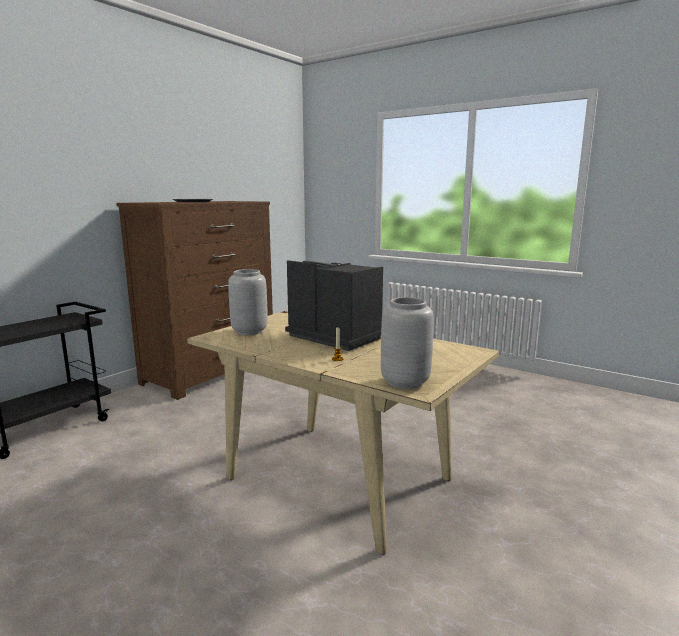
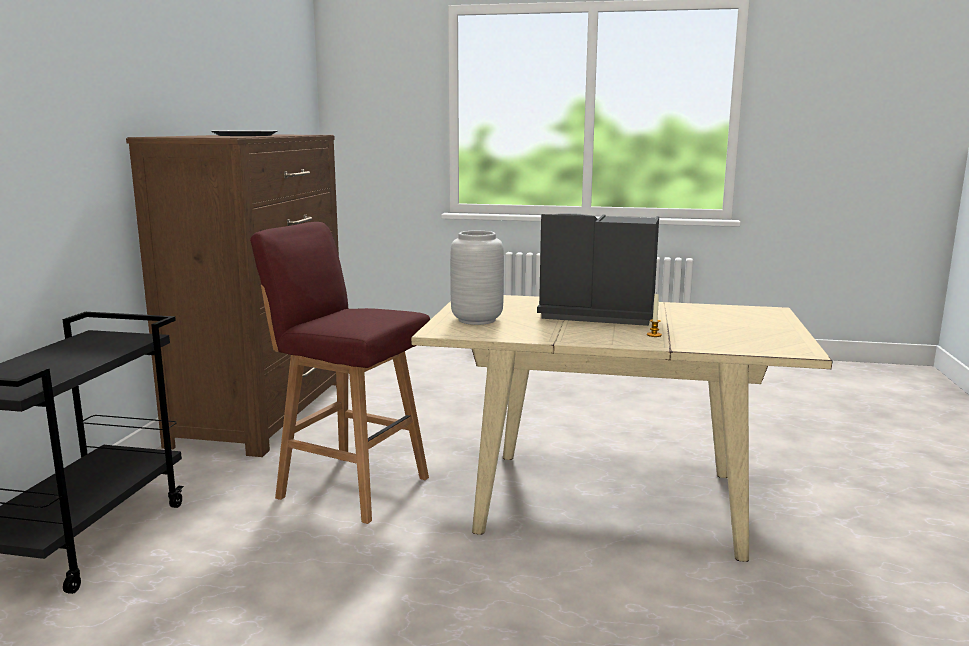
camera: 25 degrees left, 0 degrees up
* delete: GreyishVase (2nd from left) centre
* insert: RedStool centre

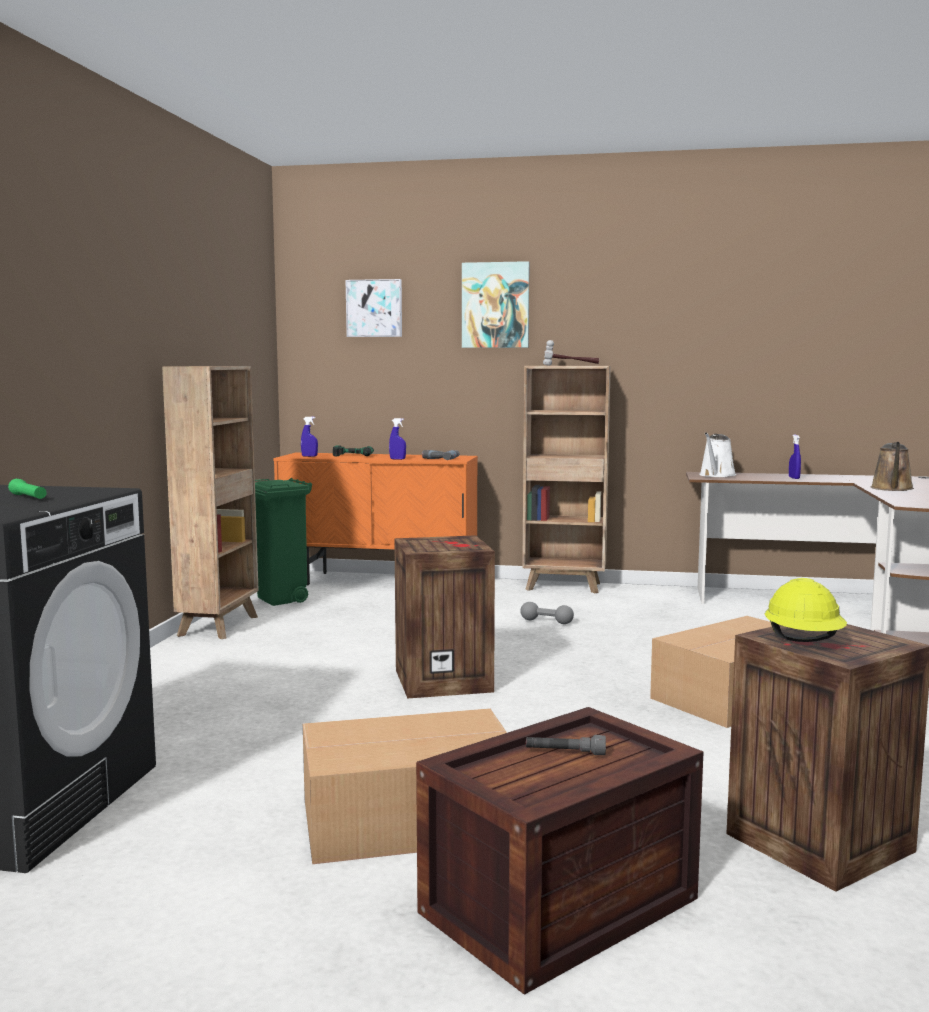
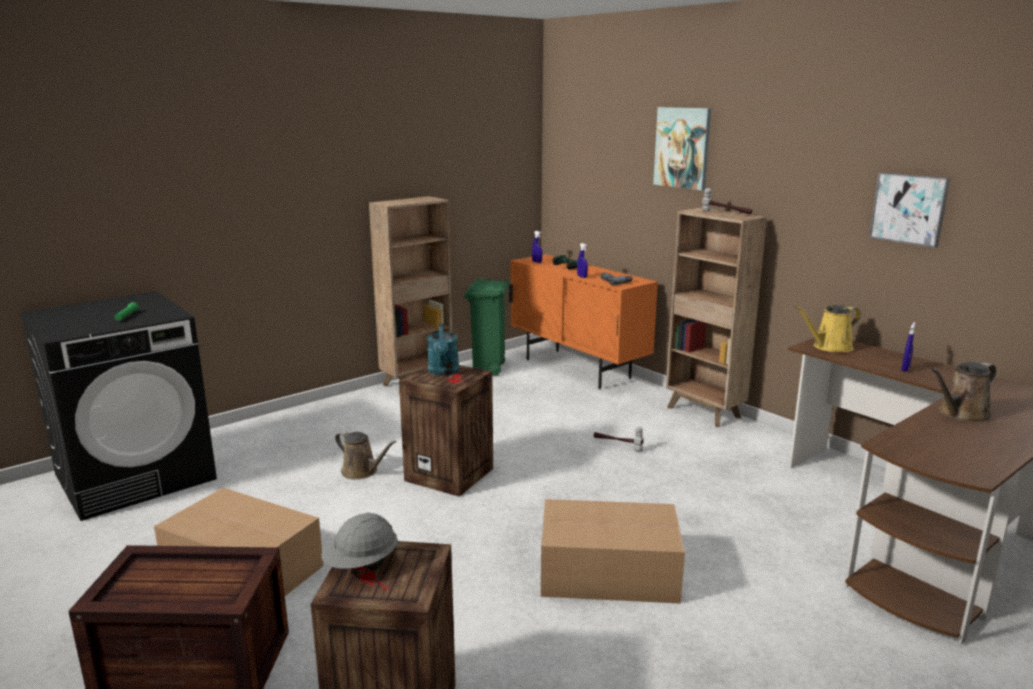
camera: 40 degrees right, 10 degrees up
* move: WallPicture (1st from left in the first image) top centre to WallPicture (2nd from left) top right
* replace: GreyishFreeWeight centre to HandHammer (1st from left) centre
* delete: GreyishHandTorch bottom centre
* recolor: WhitishSprinklingCan middle right to YellowColouredSprinklingCan middle right
* recolor: YellowColouredSafetyHelmet middle right to GreyishSafetyHelmet bottom centre
* insert: BrownColouredSprinklingCan (1st from left) centre
* insert: BlueGreenSprinklingCan centre

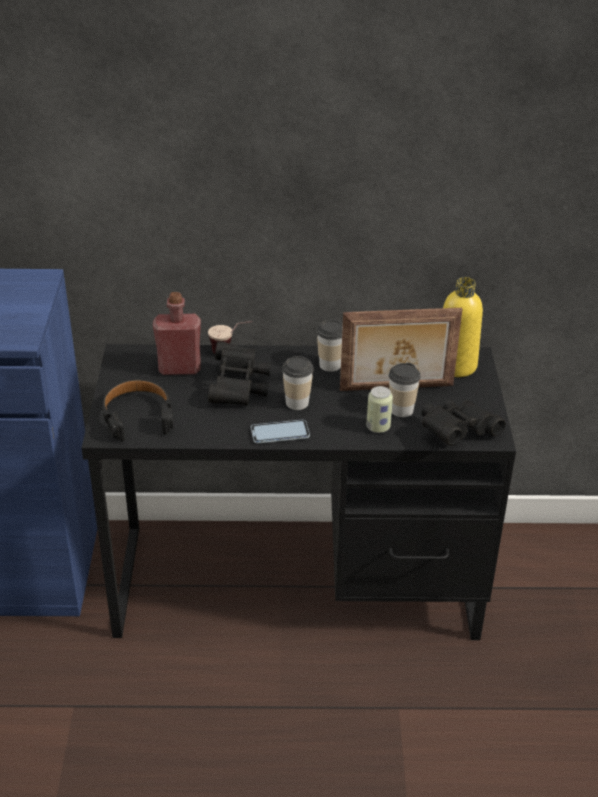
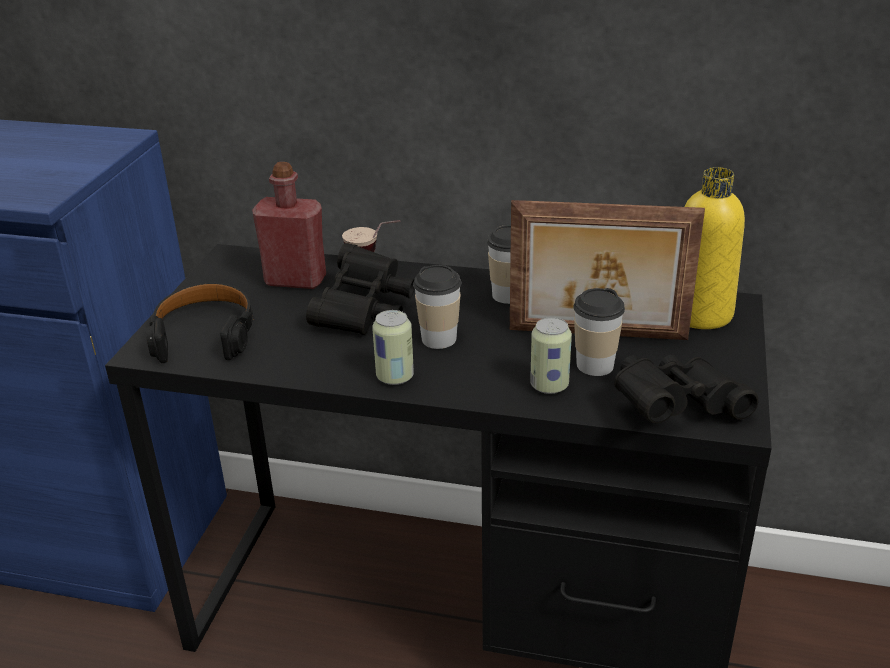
camera: 15 degrees right, 5 degrees down
* replace: Telephone centre to SealedCan (1st from left) centre

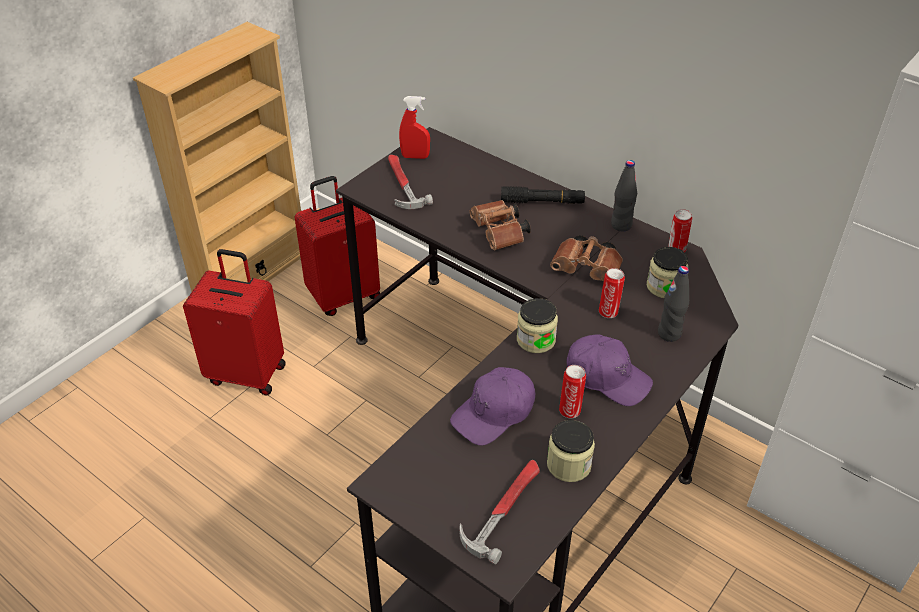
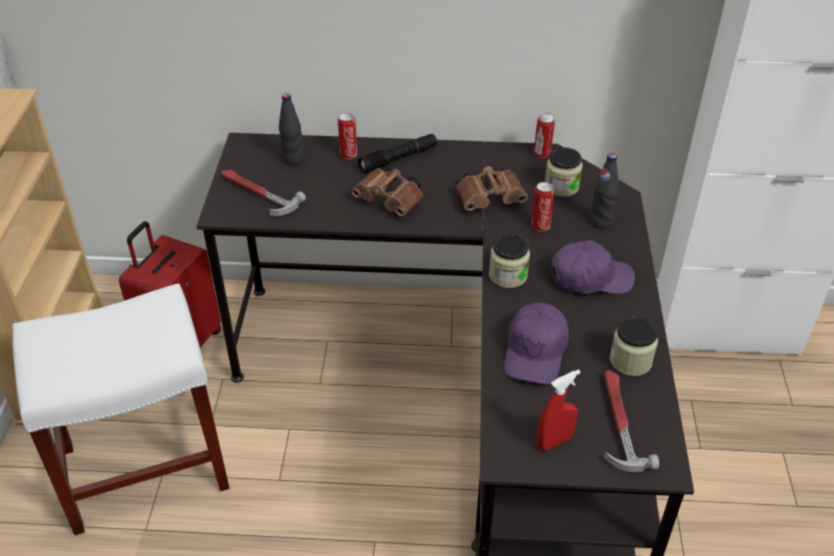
camera: 35 degrees left, 0 degrees up
* replace: RedTravelCase (1st from left) middle left to WhitishStool bottom left
* move: RedSprayBottle top centre to bottom right
* move: SealedCan (1st from left) centre to top centre
* move: BlackBeverageBottle (1st from left) top right to top centre

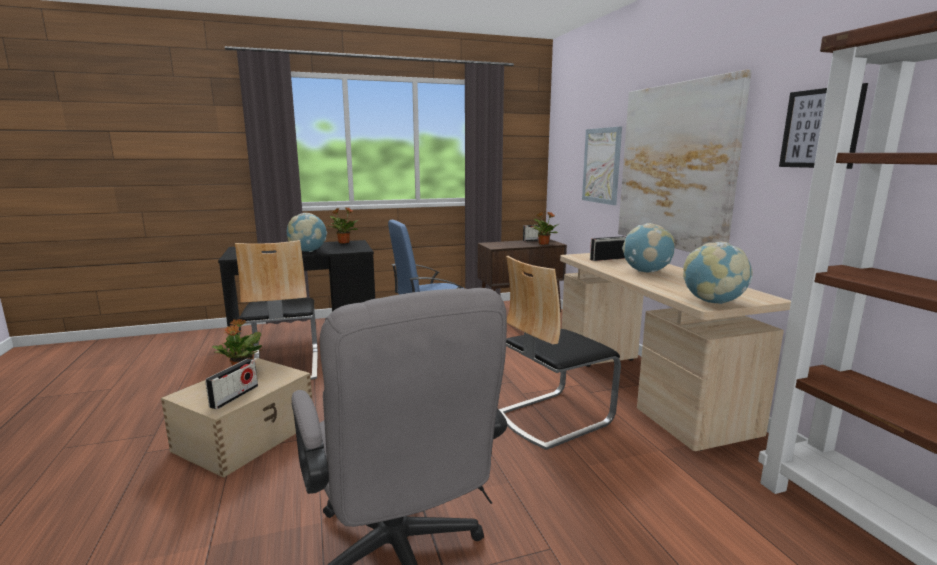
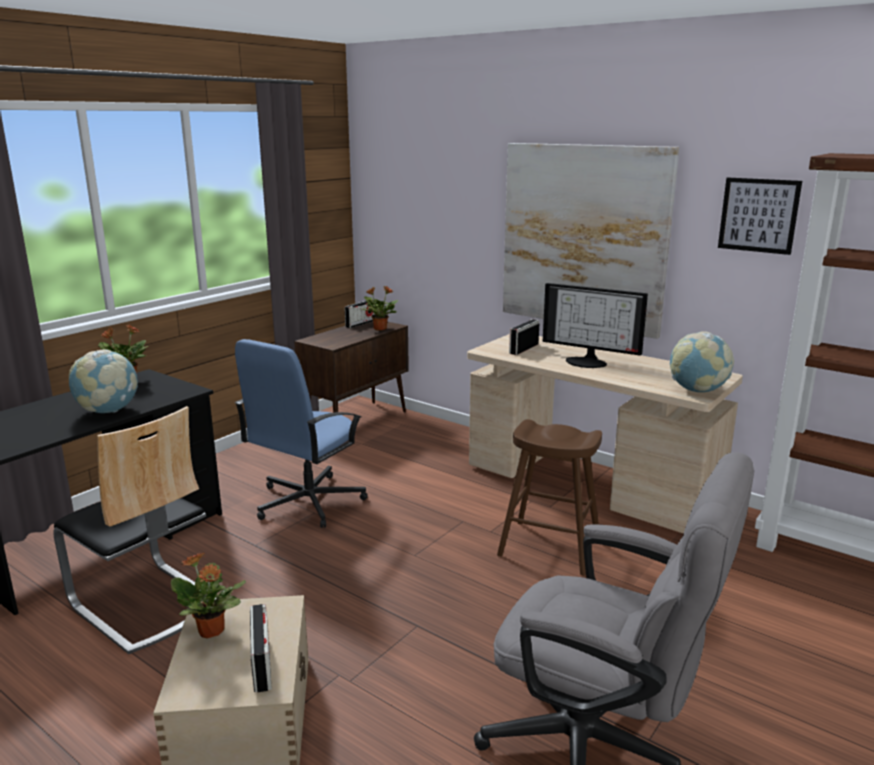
camera: 35 degrees left, 5 degrees up
* replace: UprightChair (2nd from left) centre to BrownColouredStool centre
* delete: WallPicture (1st from left) top centre
* replace: Globe (2nd from left) middle right to ComputerScreen middle right

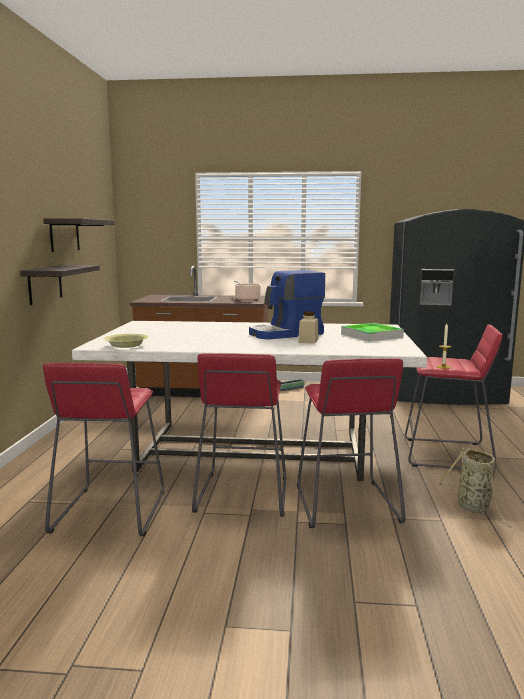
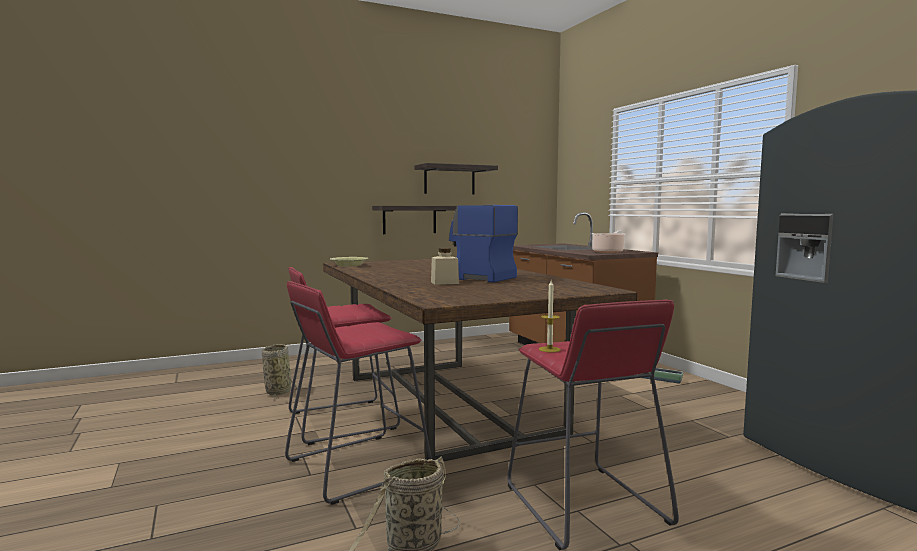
camera: 60 degrees right, 5 degrees down
* replace: RedStool (1st from left) middle left to StorageBasket (1st from left) bottom left
* recolor: WhitishKitchenTable centre to BrownColouredKitchenTable centre
* delete: Tray middle right

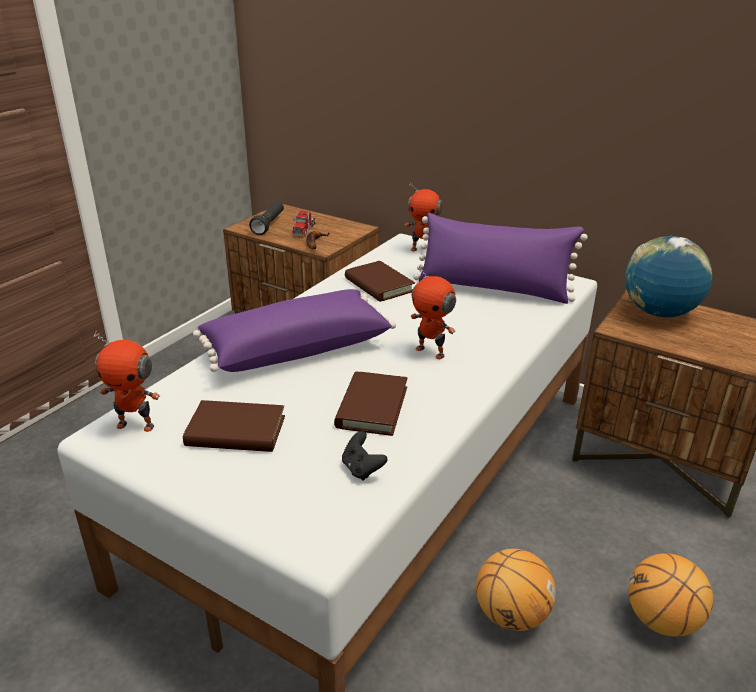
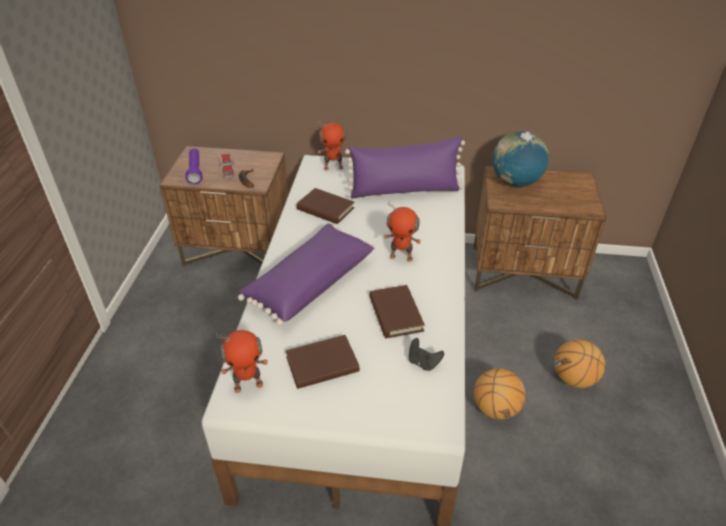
camera: 25 degrees left, 10 degrees up
* recolor: BlackHandTorch top centre to PurpleColouredHandTorch top left

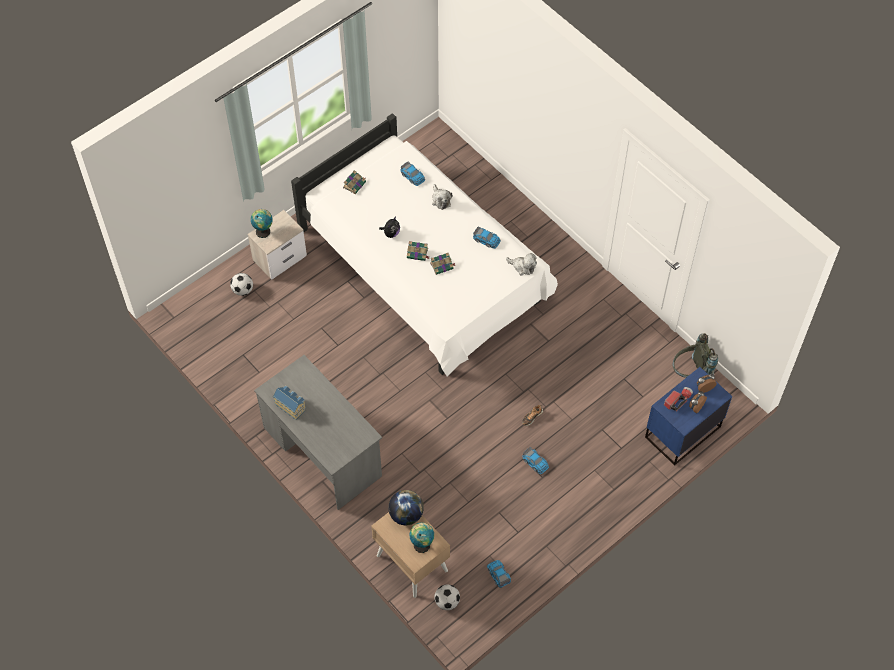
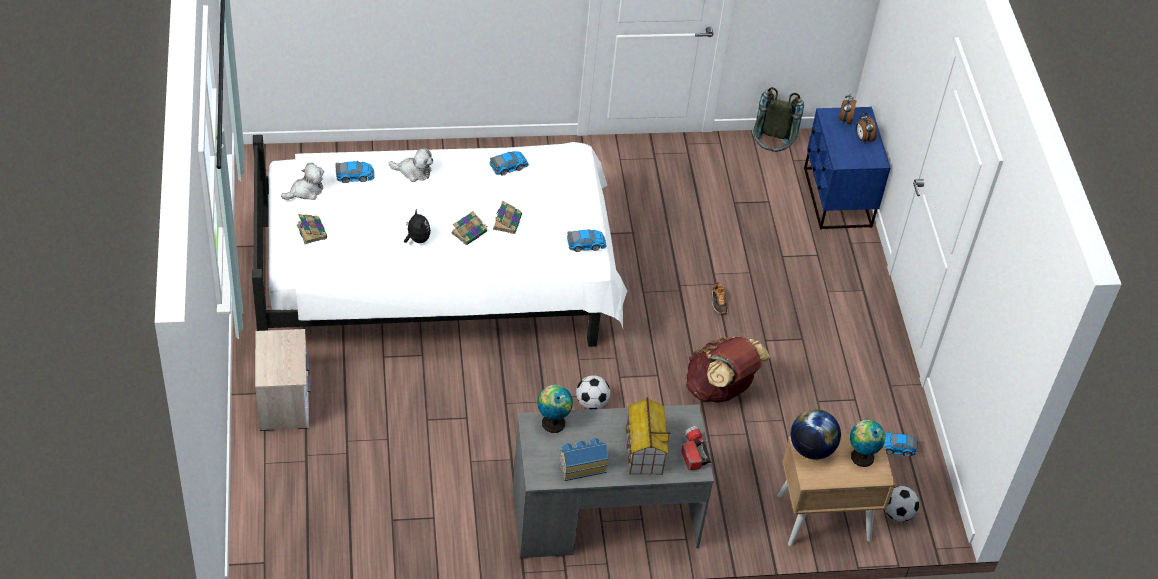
camera: 60 degrees left, 10 degrees down
* move: BallForFootball (1st from left) middle left to bottom centre
* move: Globe (1st from left) top left to bottom centre
* move: PlushToy (3rd from left in the first image) centre to PlushToy (1st from left) top left
* move: MiniatureCar (4th from left in the first image) bottom centre to MiniatureCar (3rd from left) centre
* move: HandTorch middle right to bottom centre
* insert: ModelHouse (2nd from left) bottom centre
* insert: BrownColouredKnapsack centre

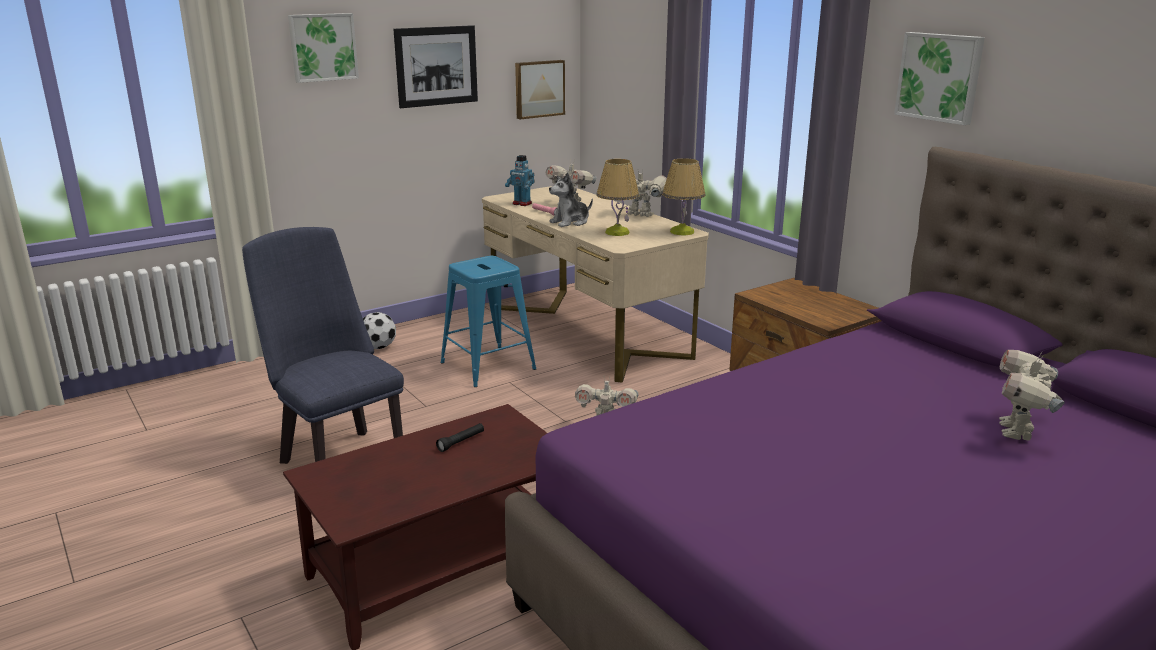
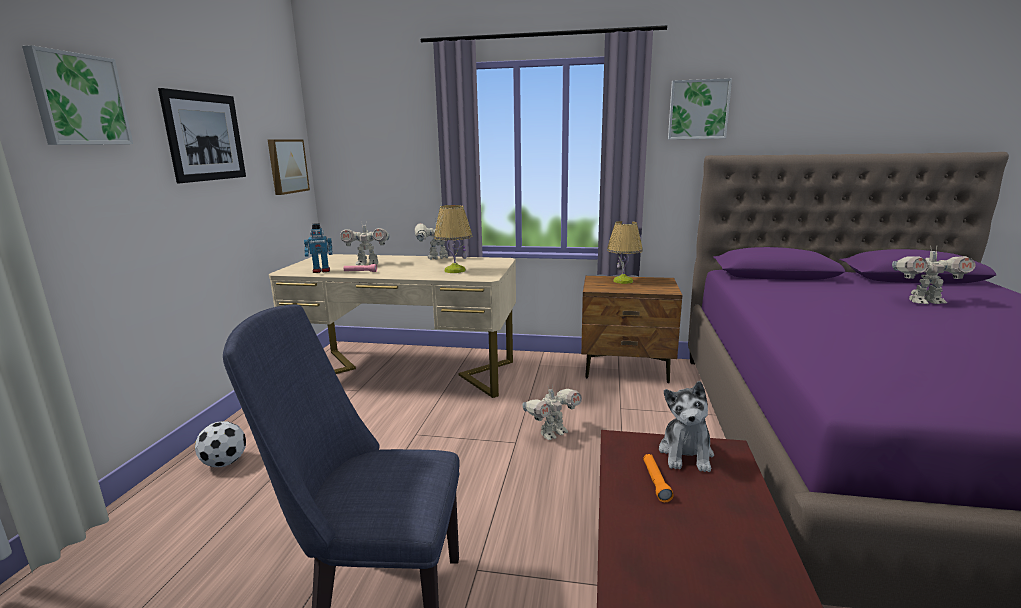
camera: 45 degrees left, 5 degrees down
* recolor: BlackHandTorch bottom centre to OrangeyHandTorch bottom centre
* delete: BlueColouredStool centre
* move: PlushToy top centre to bottom right
* move: TableLamp (2nd from left) top centre to centre
* rotate: RobotFigure (5th from left) middle right = middle right 60 degrees counterclockwise

